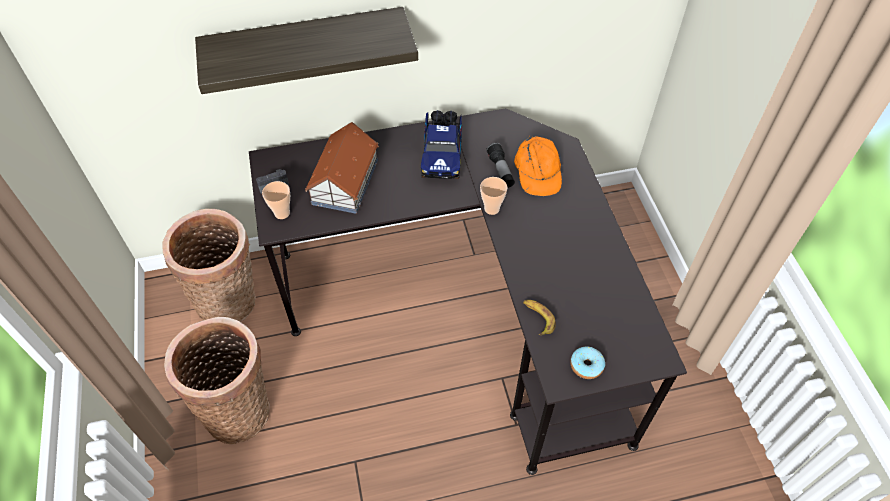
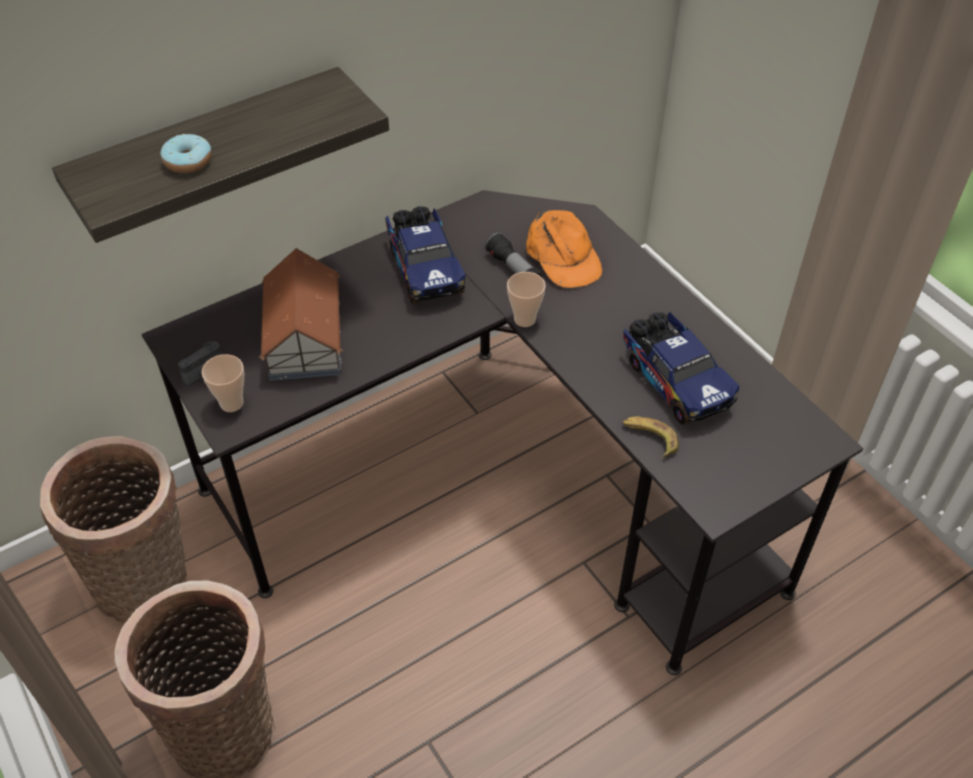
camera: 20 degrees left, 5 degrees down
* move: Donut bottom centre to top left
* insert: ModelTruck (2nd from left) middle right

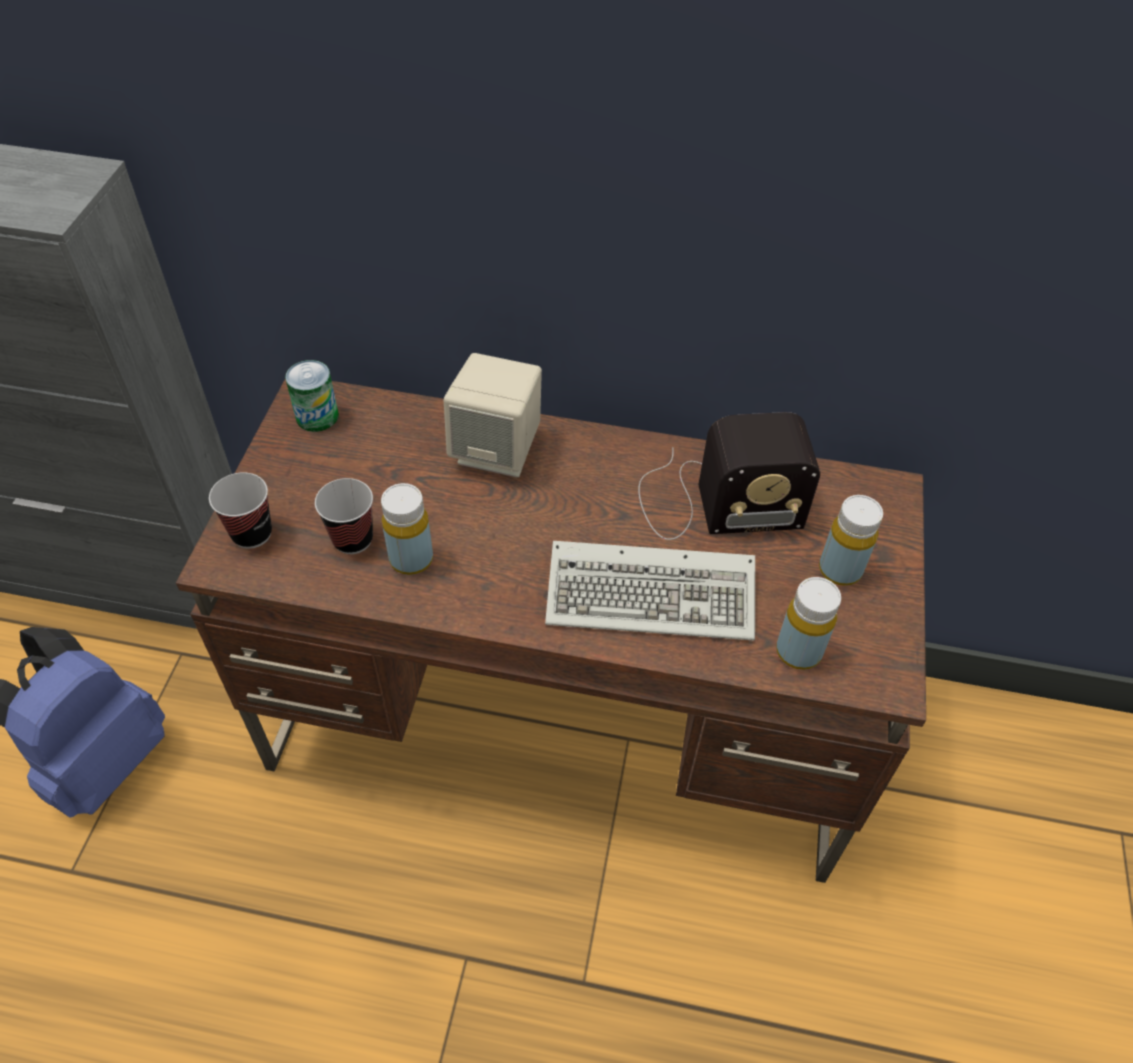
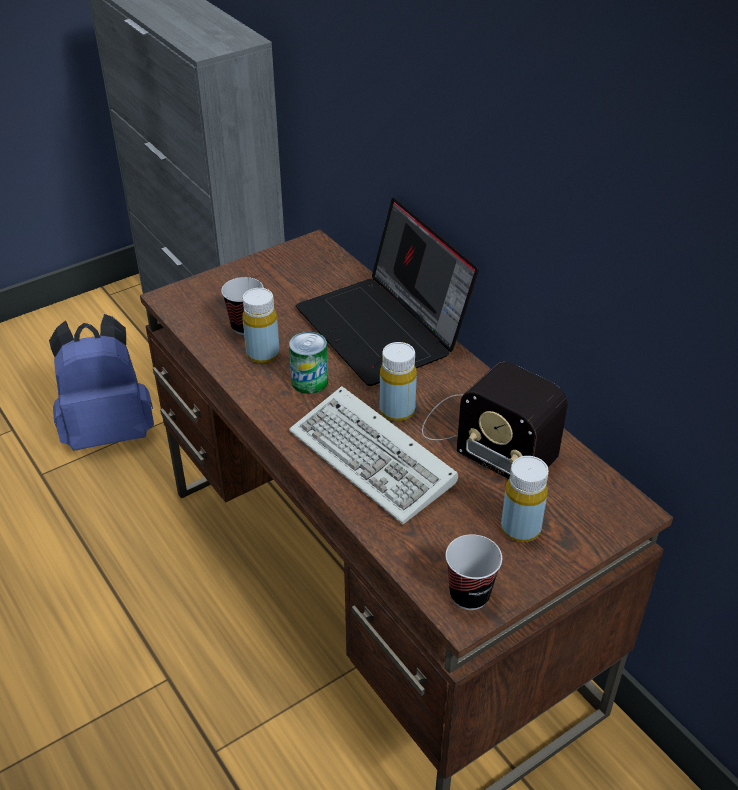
camera: 45 degrees right, 10 degrees down
* move: DrinkingCup (1st from left in the first image) middle left to DrinkingCup (2nd from left) bottom centre
* move: SealedCan middle left to centre
* replace: BeigeColouredAudioSpeaker centre to PortableComputer centre
* move: YellowColouredBeverageBottle (2nd from left) middle right to centre

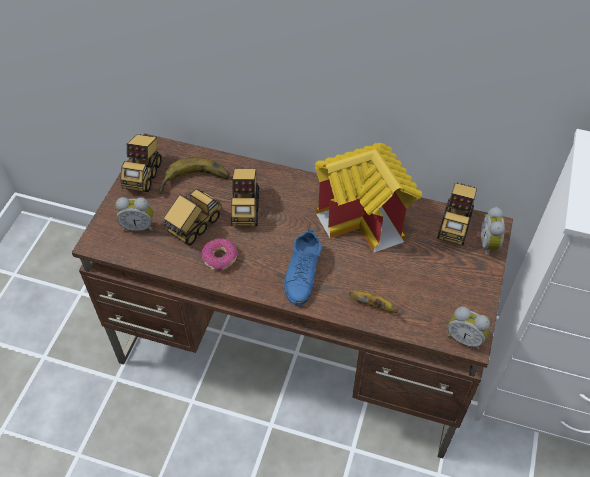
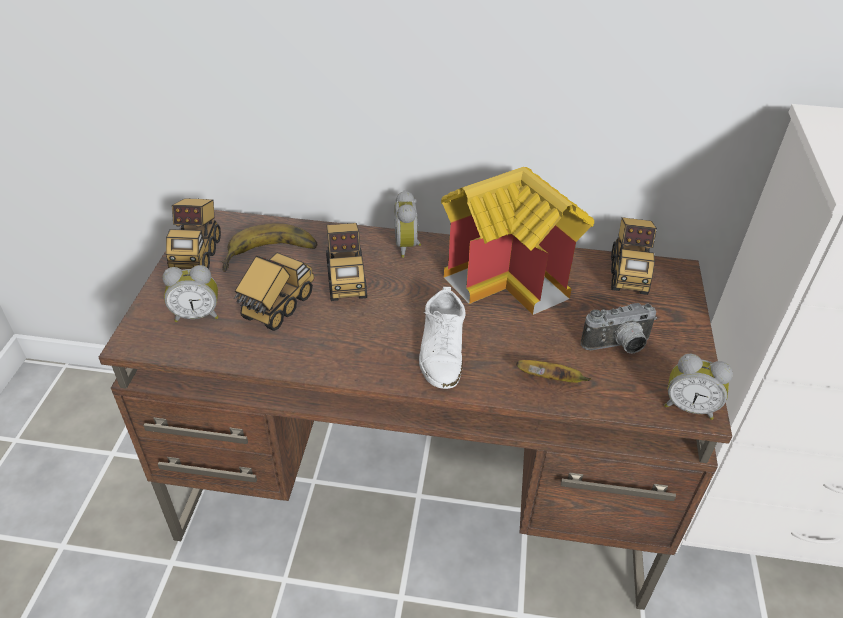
camera: 10 degrees left, 10 degrees down
* delete: Donut centre
* recolor: BlueColouredLowShoe centre to WhitishLowShoe centre
* move: AlarmClock (3rd from left in the first image) middle right to AlarmClock (2nd from left) centre
* insert: PhotoCamera middle right

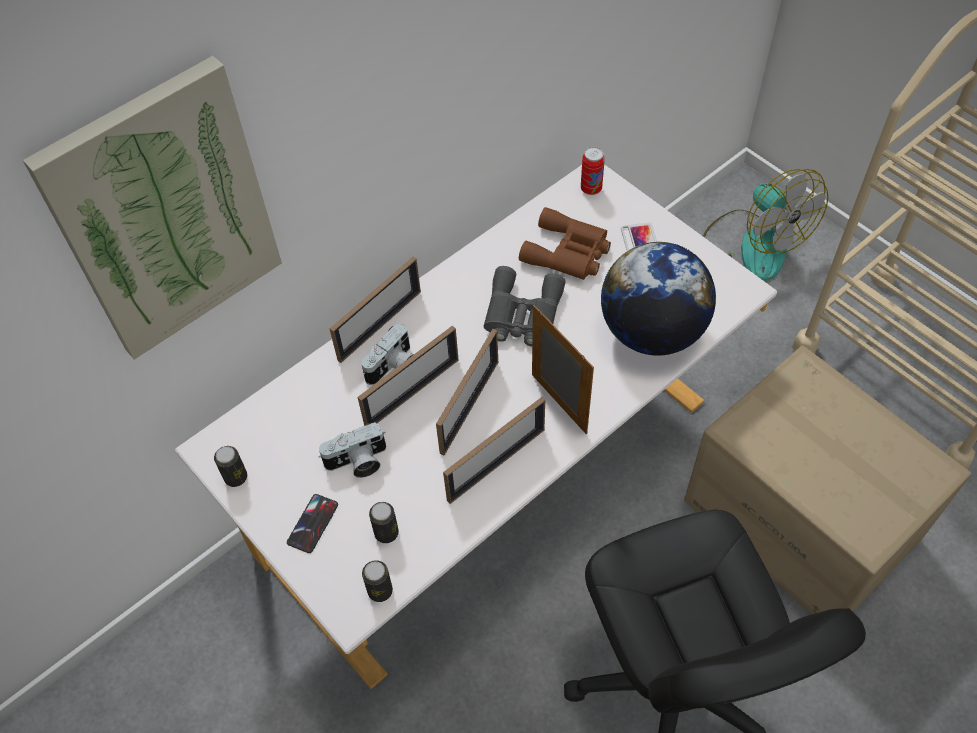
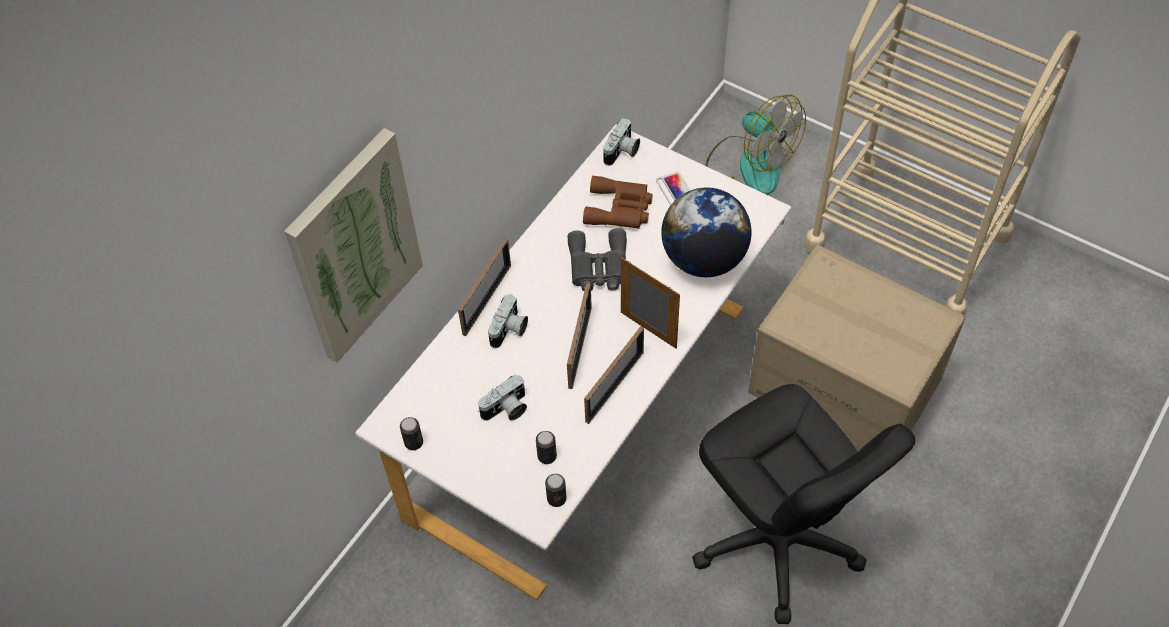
camera: 15 degrees left, 0 degrees up
* delete: Telephone (1st from left) bottom left
* delete: PhotoFrame (2nd from left) centre
* replace: SealedCan (4th from left) top centre to PhotoCamera (3rd from left) top centre

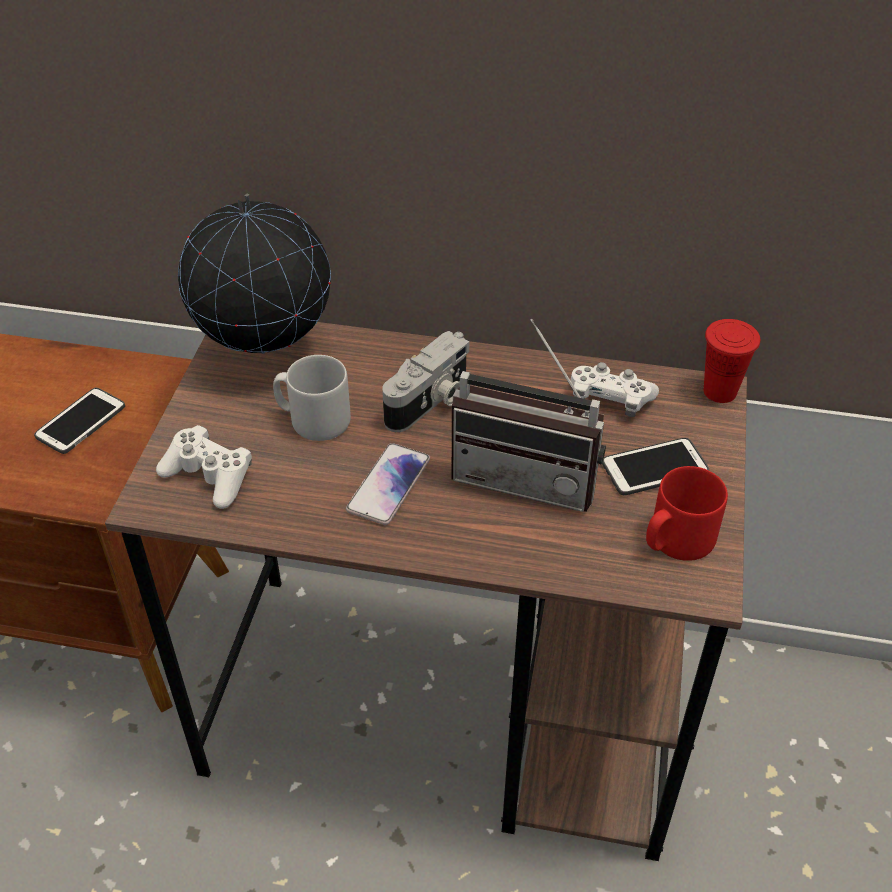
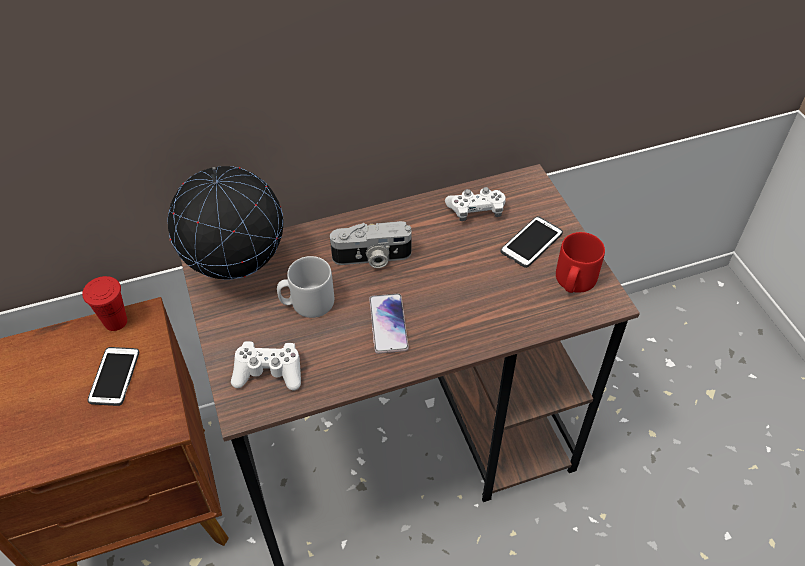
camera: 30 degrees left, 5 degrees up
* rotate: PhotoCamera centre = centre 75 degrees clockwise
* delete: RadioSet centre
* move: RedDrinkingCup middle right to middle left

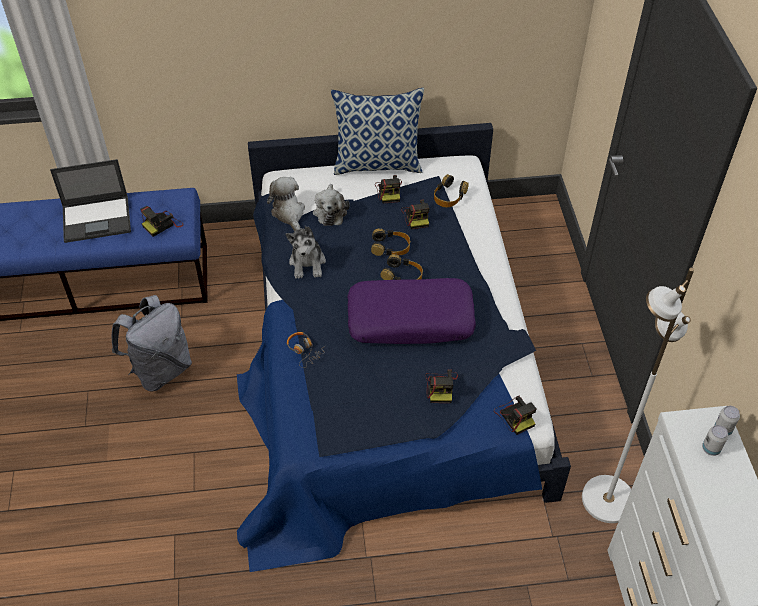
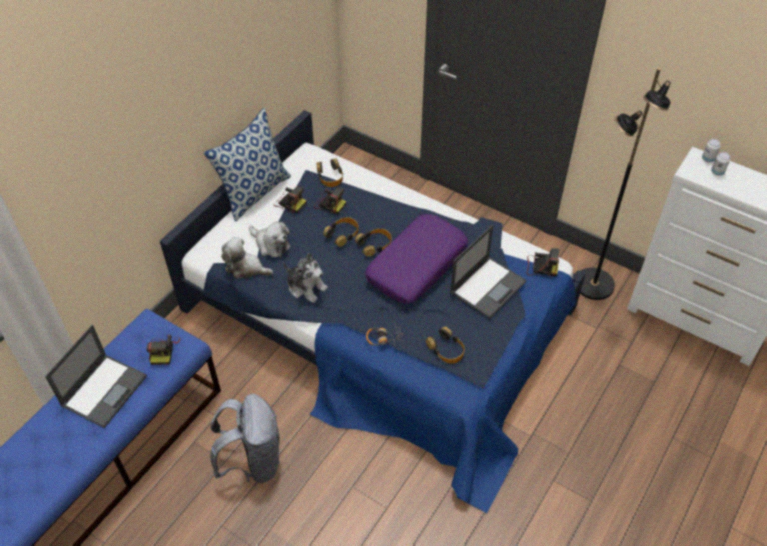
camera: 50 degrees left, 0 degrees up
* replace: PhotoCamera (4th from left) centre to PortableComputer (2nd from left) centre
* recolor: WhitishStandardLamp middle right to BlackStandardLamp middle right
* insert: PairOfHeadphones (5th from left) centre

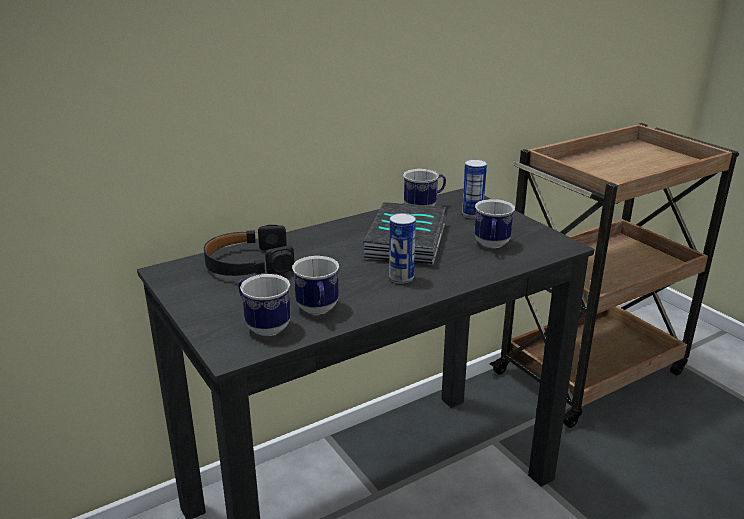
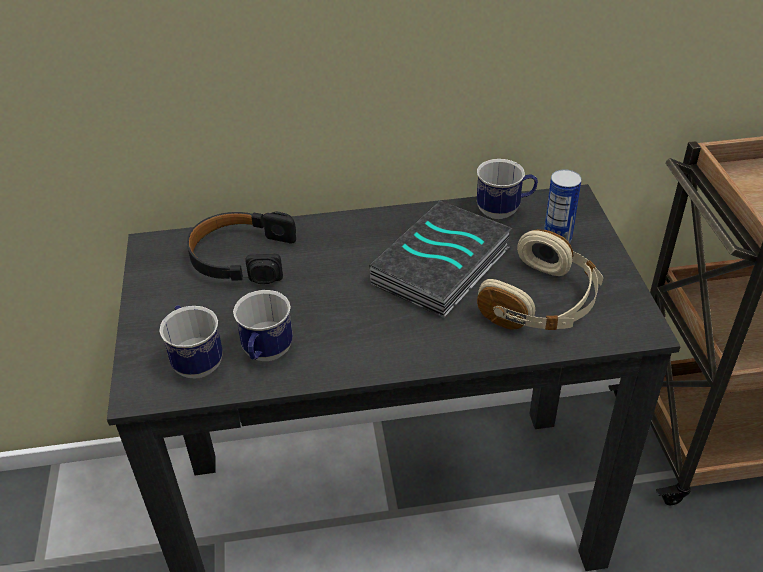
camera: 25 degrees right, 15 degrees up
* delete: SealedCan (1st from left) centre
* replace: Mug (4th from left) centre to BeigeColouredPairOfHeadphones middle right

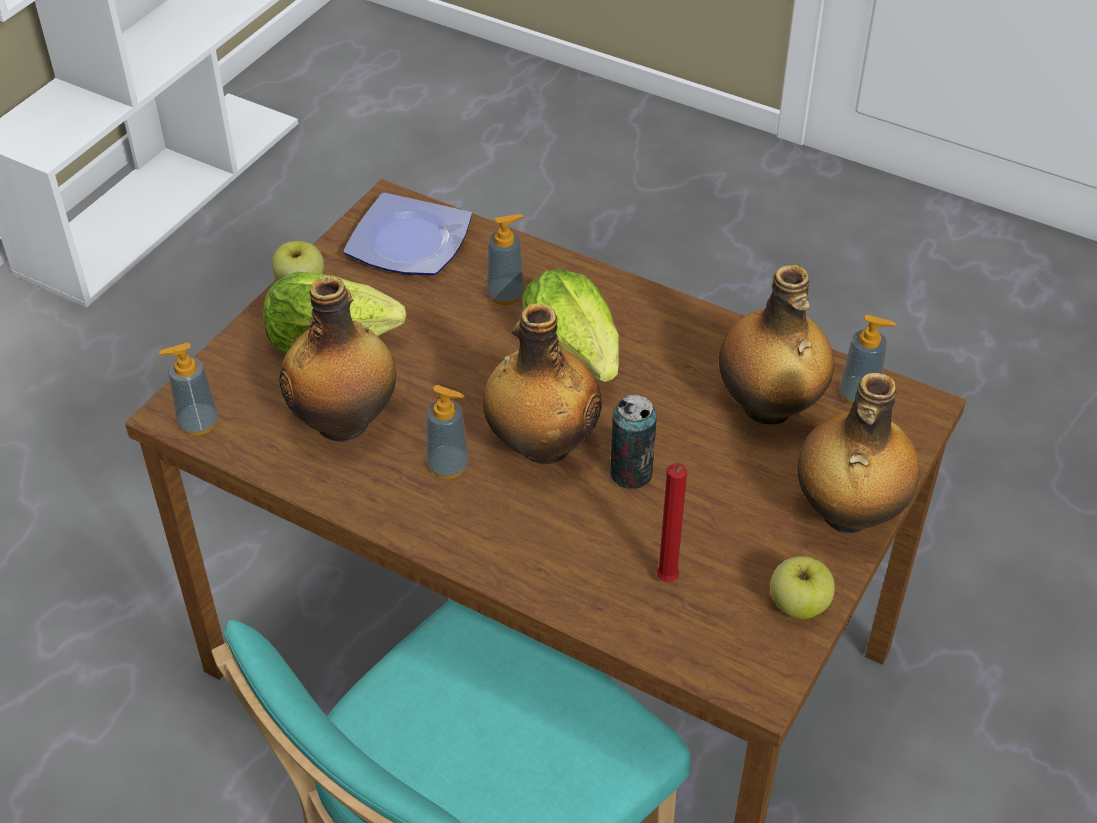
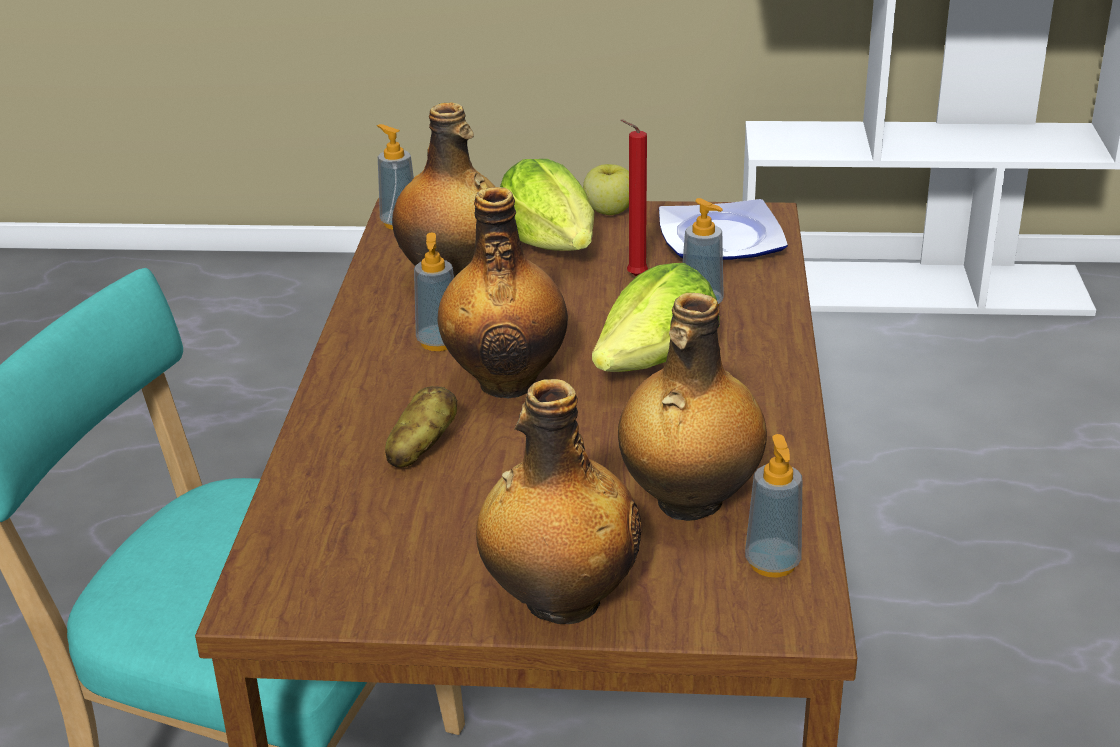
camera: 65 degrees right, 15 degrees down
* delete: SealedCan centre
* move: RedWaxLight centre to top centre
* delete: AppleFruit (2nd from left) bottom right
* insert: Spud centre

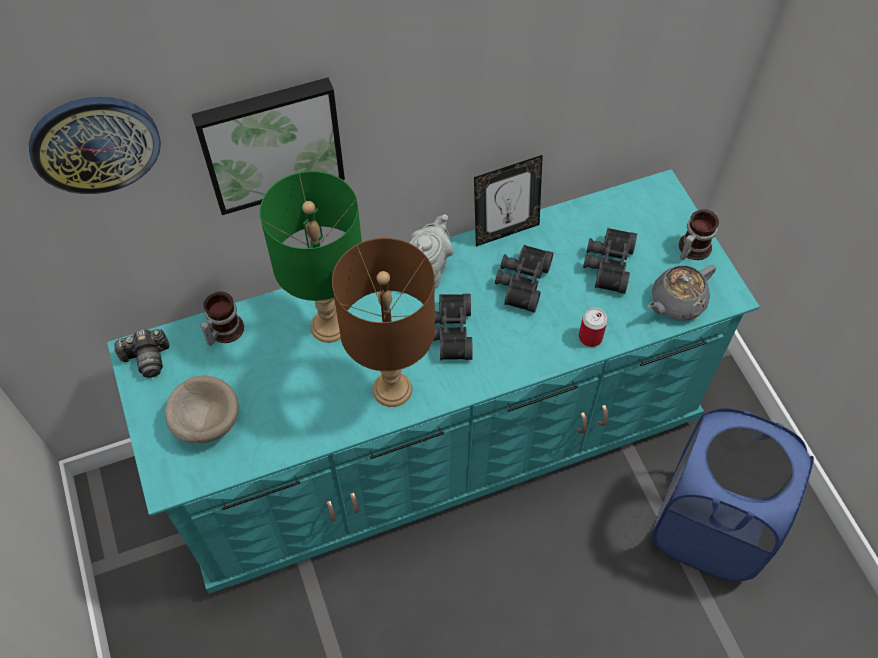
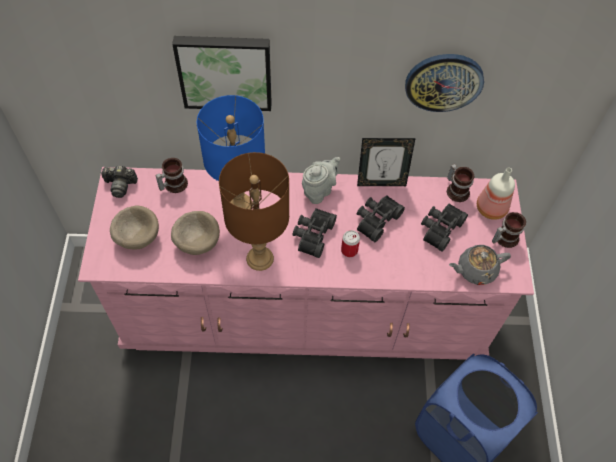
camera: 20 degrees right, 0 degrees up
* move: WallClock top left to top right
* recolor: BlueGreenChestOfDrawers centre to PinkChestOfDrawers centre
* recolor: GreenishTableLamp centre to BlueColouredTableLamp top centre
* move: SealedCan middle right to centre
* insert: BeigeColouredBowl (2nd from left) middle left
* insert: Mug (2nd from left) middle right
* insert: BeverageBottle middle right

